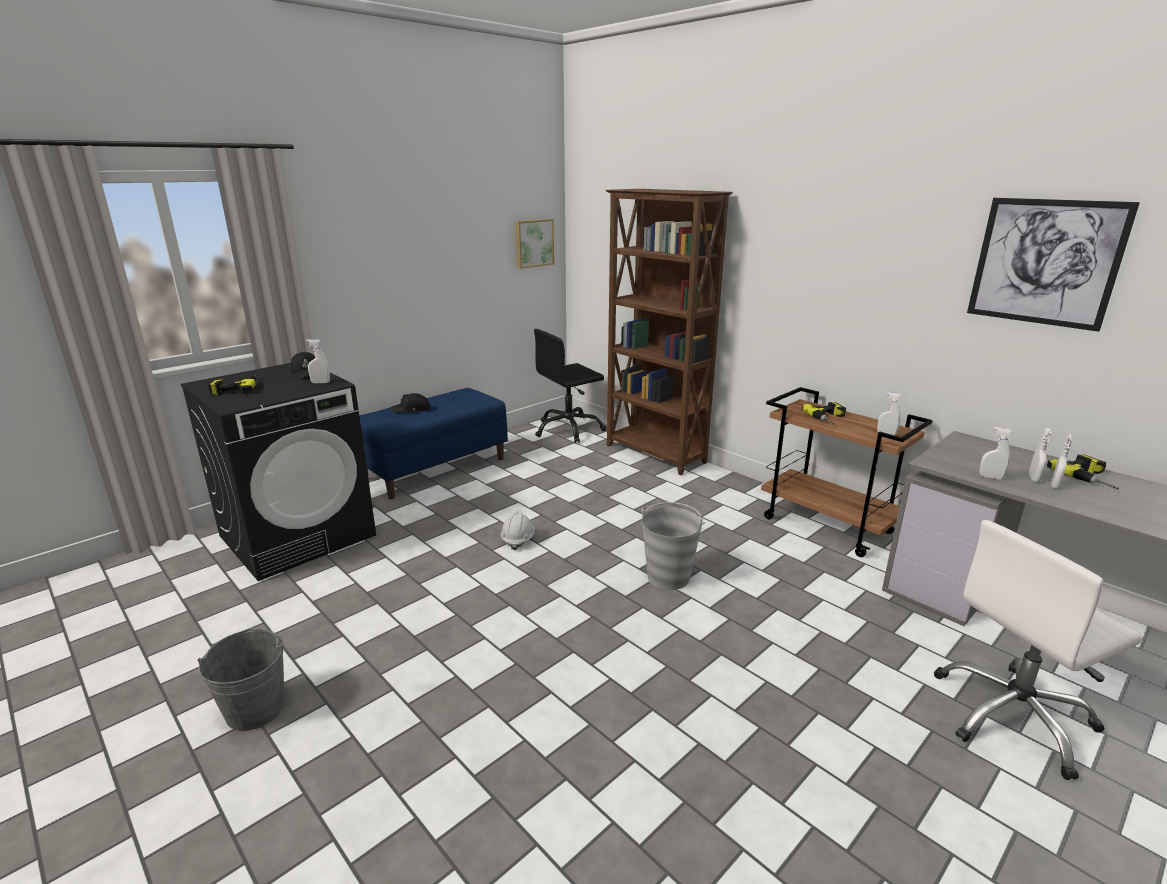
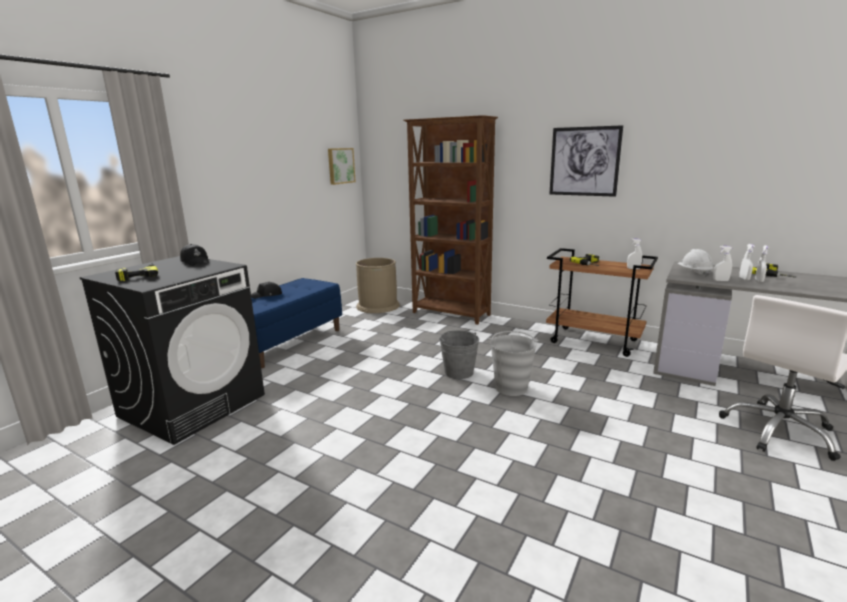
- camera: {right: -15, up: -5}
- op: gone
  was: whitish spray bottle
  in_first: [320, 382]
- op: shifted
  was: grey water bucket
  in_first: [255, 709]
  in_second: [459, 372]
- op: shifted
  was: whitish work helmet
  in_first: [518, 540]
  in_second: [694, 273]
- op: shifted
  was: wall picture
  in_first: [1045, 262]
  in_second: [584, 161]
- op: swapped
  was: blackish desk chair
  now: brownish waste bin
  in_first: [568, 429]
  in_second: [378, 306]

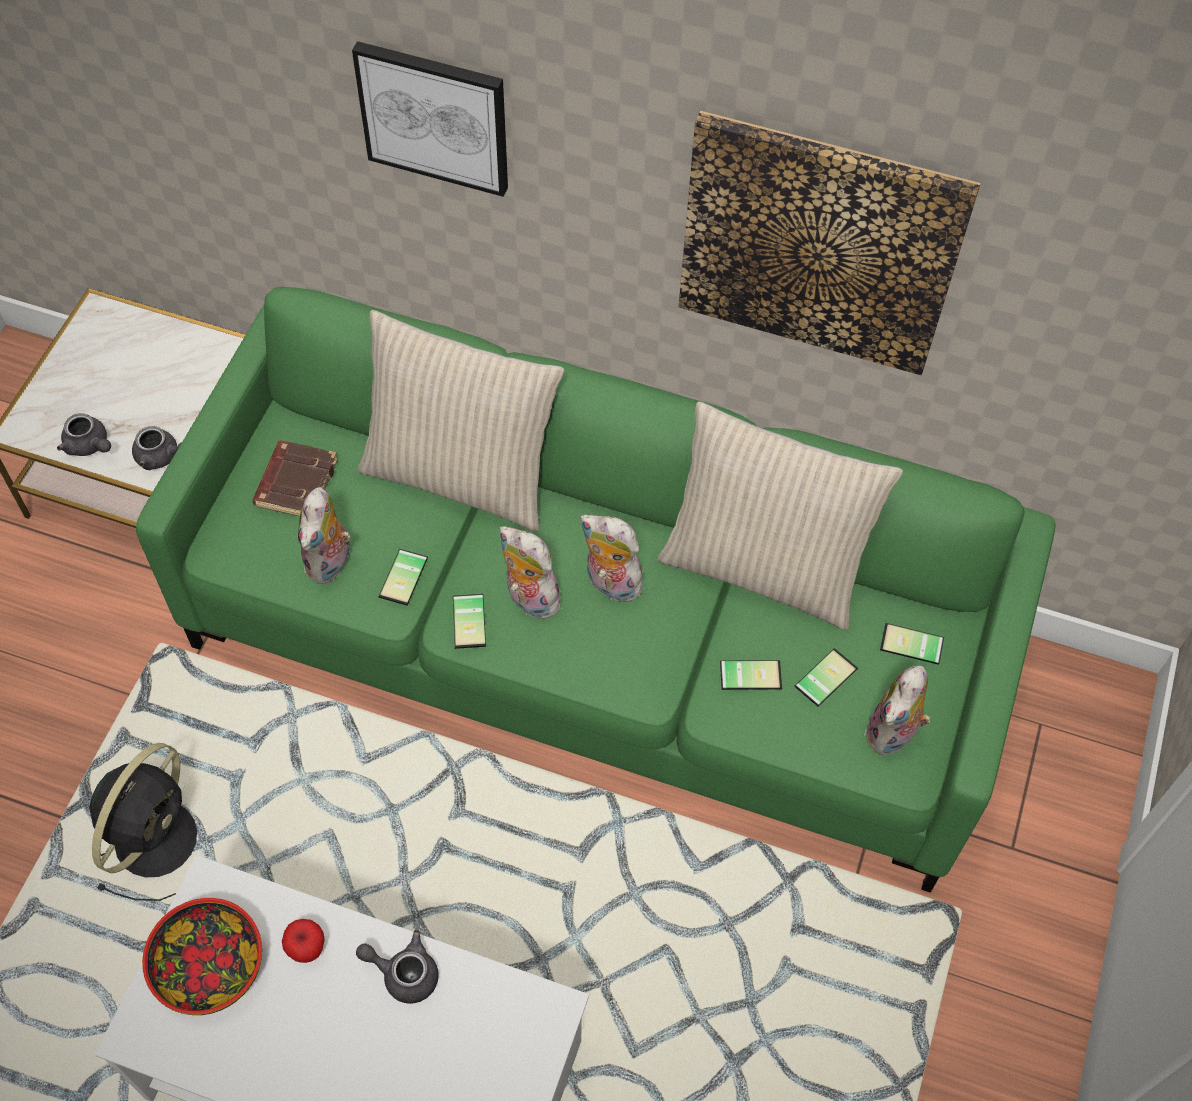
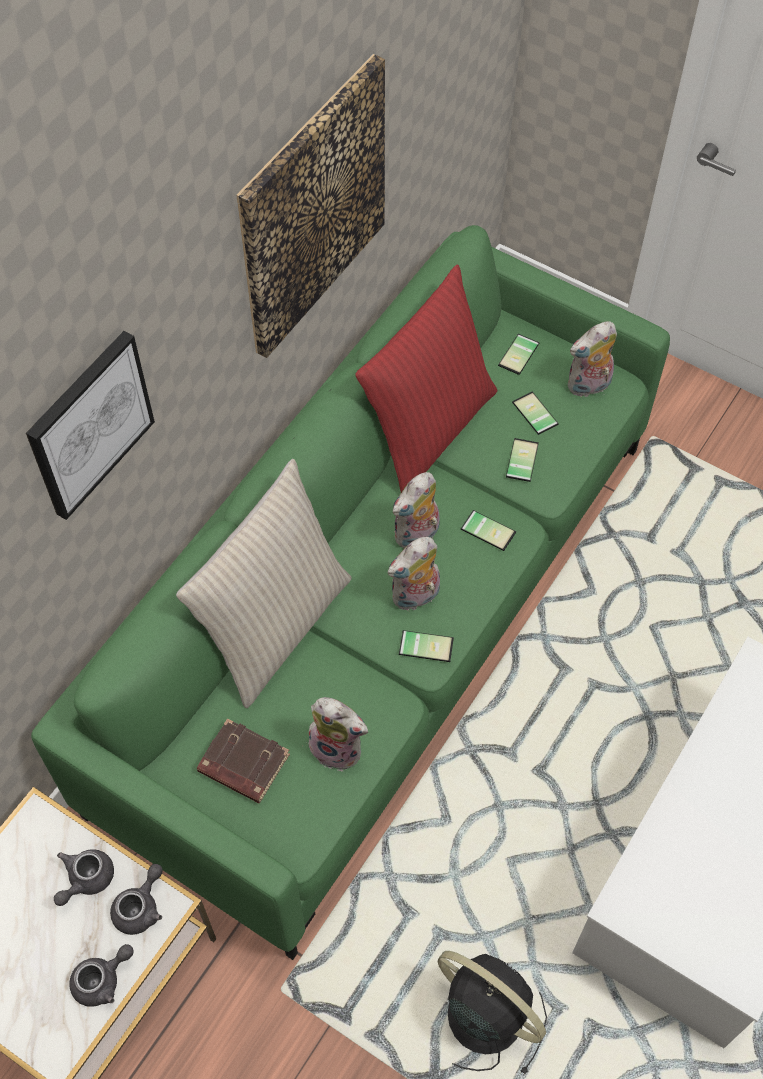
- camera: {right: -75, up: 0}
- op: gone
  was: serving bowl
  in_first: [210, 966]
- op: gone
  was: apple fruit
  in_first: [307, 949]
- op: shifted
  was: grey teapot
  in_first: [403, 973]
  in_second: [86, 879]
- op: shifted
  was: handset
  in_first: [406, 578]
  in_second: [489, 528]
- op: repainted
  was: sand-coloured pillow
  now: red pillow
  in_first: [763, 567]
  in_second: [428, 429]
- op: rotated
  was: cuddly toy
  in_first: [893, 735]
  in_second: [588, 386]
  clockwise: 105

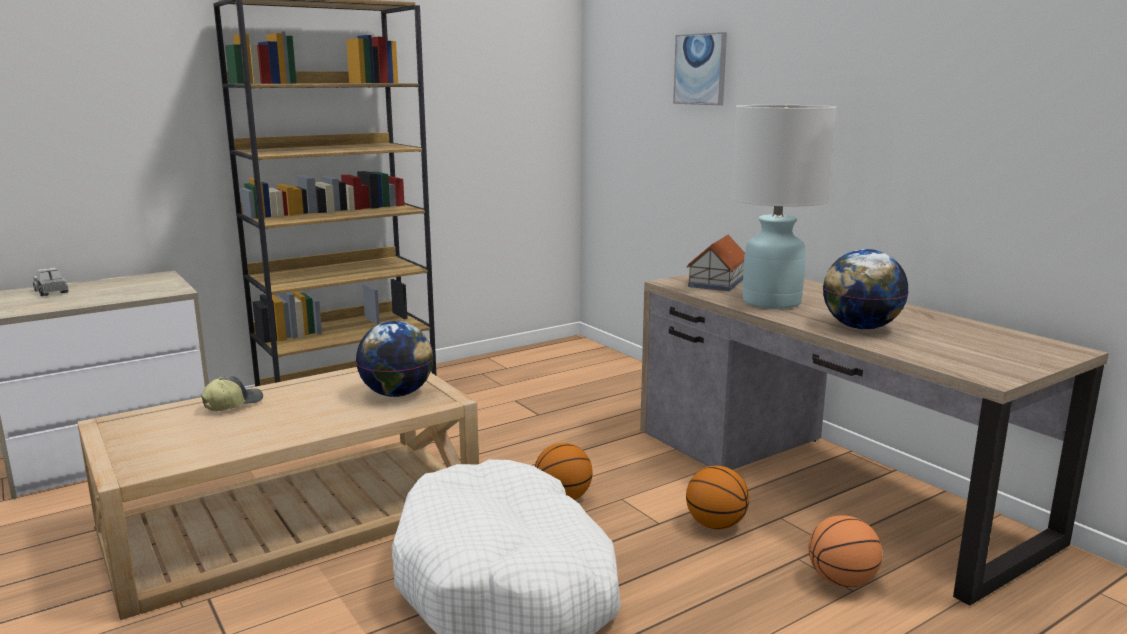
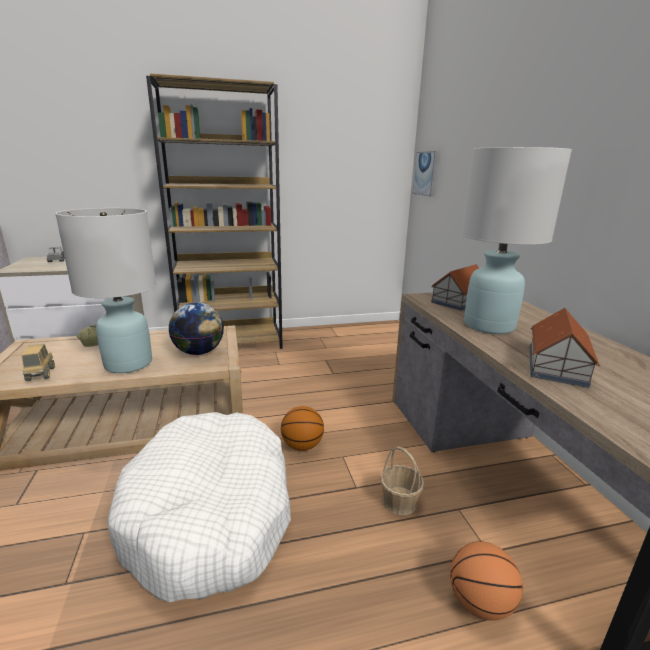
- camera: {right: 20, up: 5}
- op: new
  now: toy truck
  in_second: [40, 374]
- op: new
  now: whitish tabletop lamp
  in_second: [128, 364]
- op: shifted
  was: wall picture
  in_first: [700, 69]
  in_second: [425, 173]
- op: swapped
  was: ball for basketball
  now: household basket
  in_first: [715, 524]
  in_second: [399, 501]
- op: swapped
  was: desk globe
  now: model house
  in_first: [860, 327]
  in_second: [556, 366]

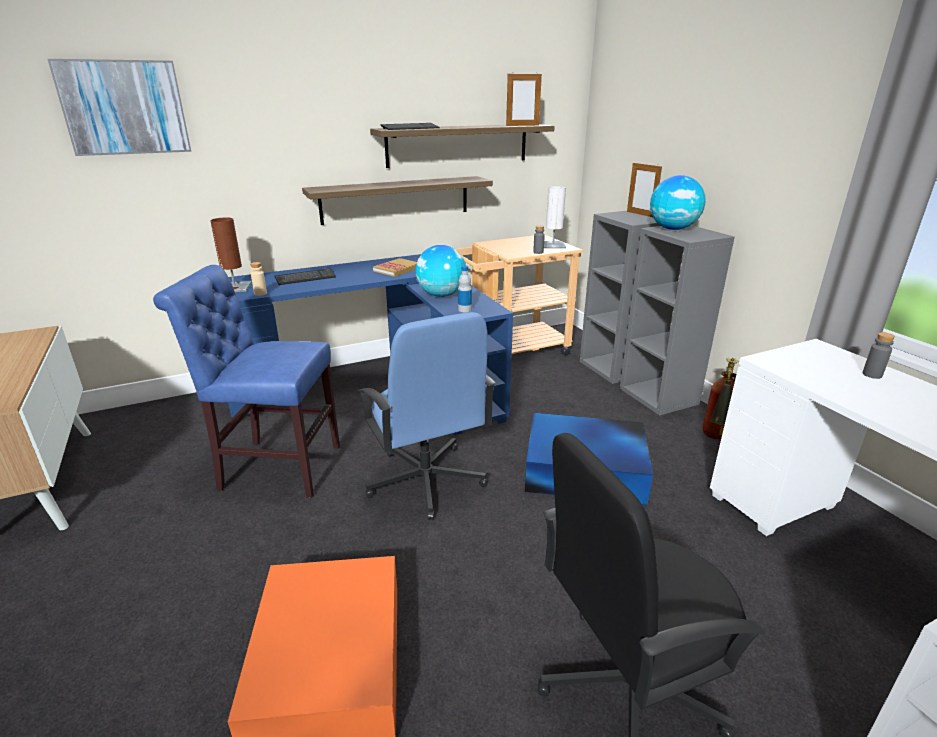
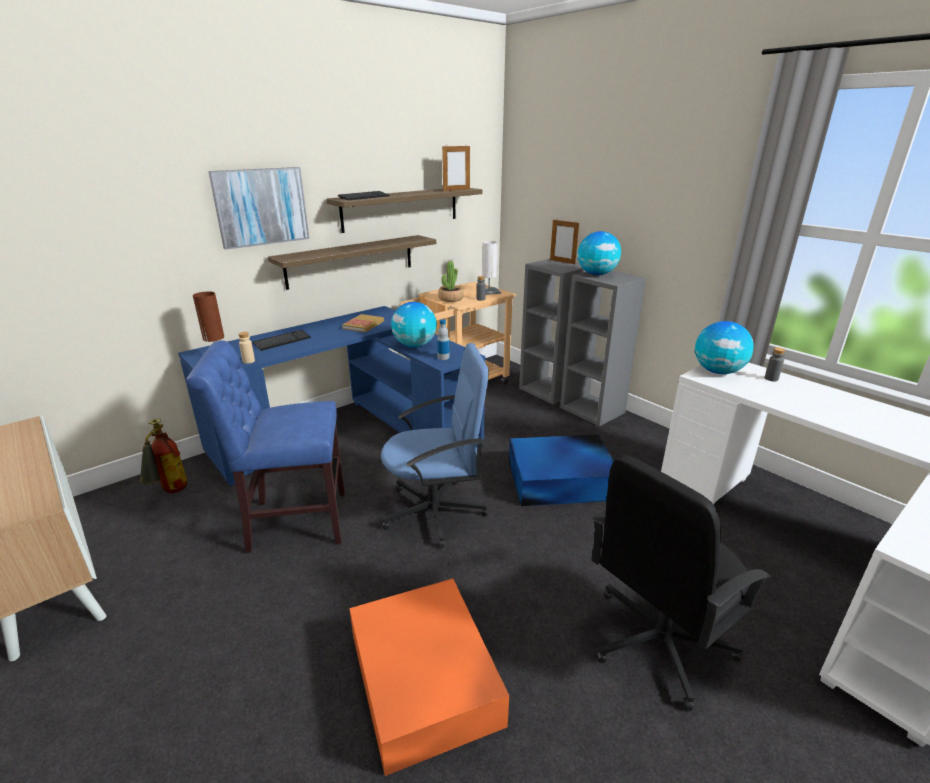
- camera: {right: -15, up: 0}
- op: new
  now: houseplant
  in_second: [450, 299]
- op: new
  now: desk globe
  in_second: [718, 371]
- op: shifted
  was: wall picture
  in_first: [124, 108]
  in_second: [261, 207]
- op: shifted
  was: extinguisher
  in_first: [714, 439]
  in_second: [170, 493]
- op: rotated
  was: blue-coloured desk chair
  in_first: [426, 481]
  in_second: [436, 511]
  clockwise: -60

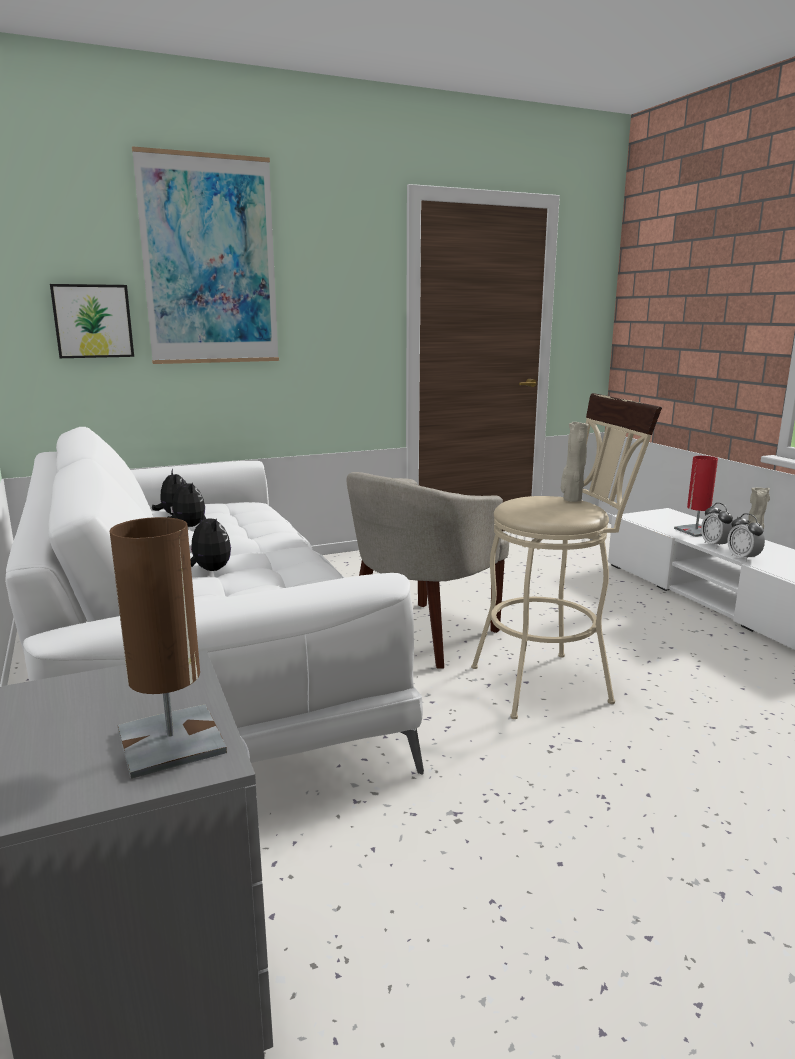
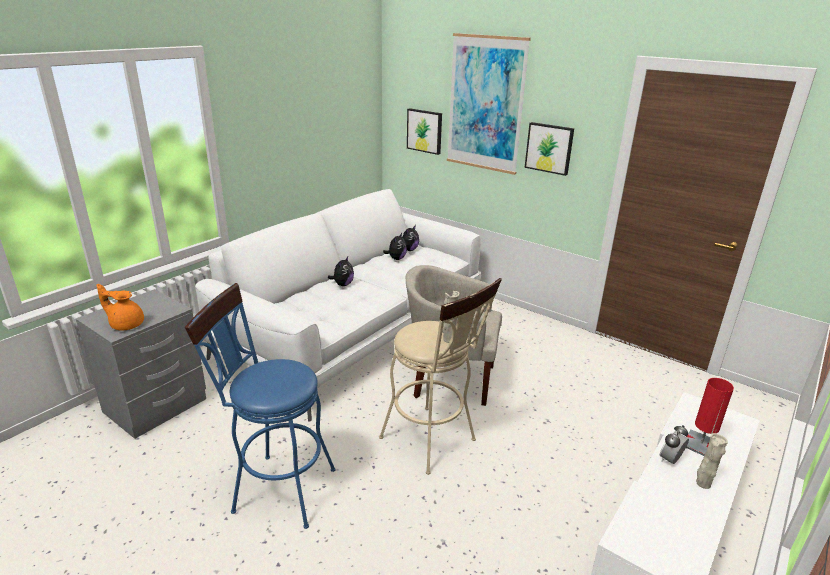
- camera: {right: 60, up: 10}
- op: gone
  was: alarm clock
  in_first: [743, 558]
- op: new
  now: blue-coloured stool
  in_second: [276, 488]
- op: new
  now: wall picture
  in_second: [549, 148]
- op: swapped
  was: brownish tabletop lamp
  now: orangey teapot
  in_first: [171, 741]
  in_second: [126, 324]

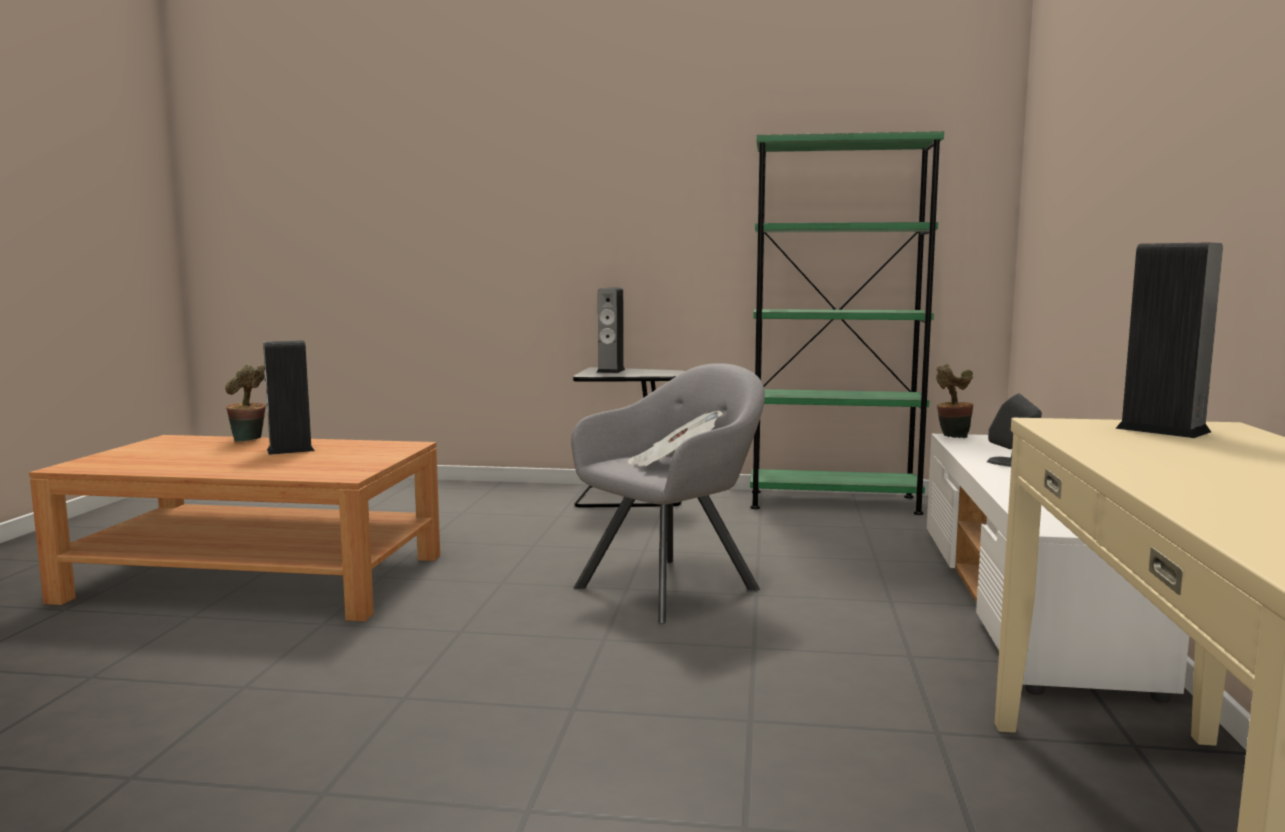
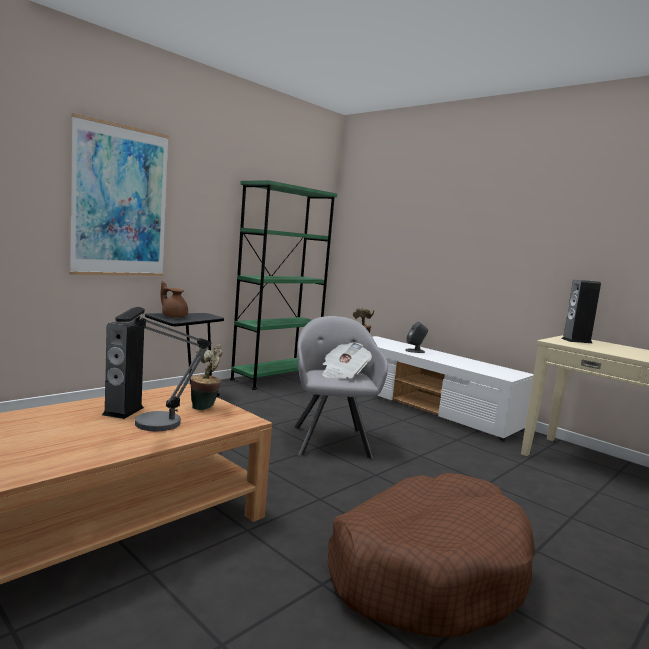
- camera: {right: -55, up: 0}
- op: new
  now: wall picture
  in_second: [120, 201]
- op: new
  now: tabletop lamp
  in_second: [152, 428]
- op: new
  now: brownish dog bed
  in_second: [427, 570]
- op: shifted
  was: houseplant
  in_first: [249, 440]
  in_second: [205, 407]
- op: swapped
  was: speaker
  now: brownish teapot
  in_first: [611, 371]
  in_second: [174, 316]

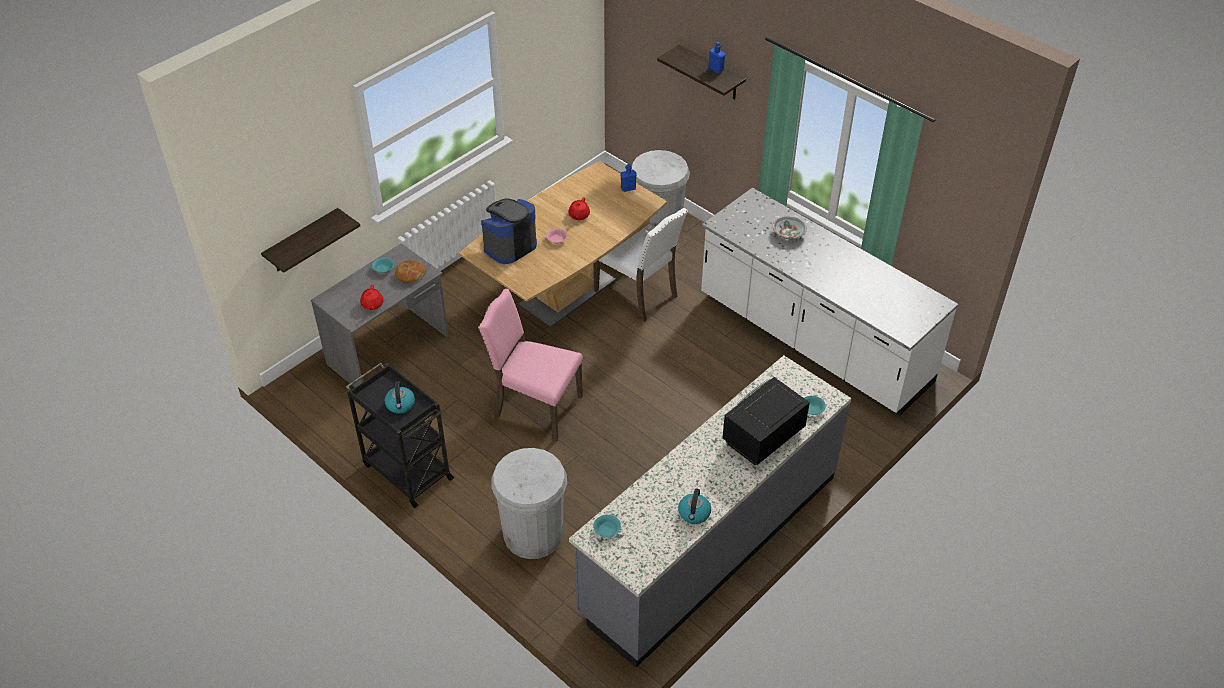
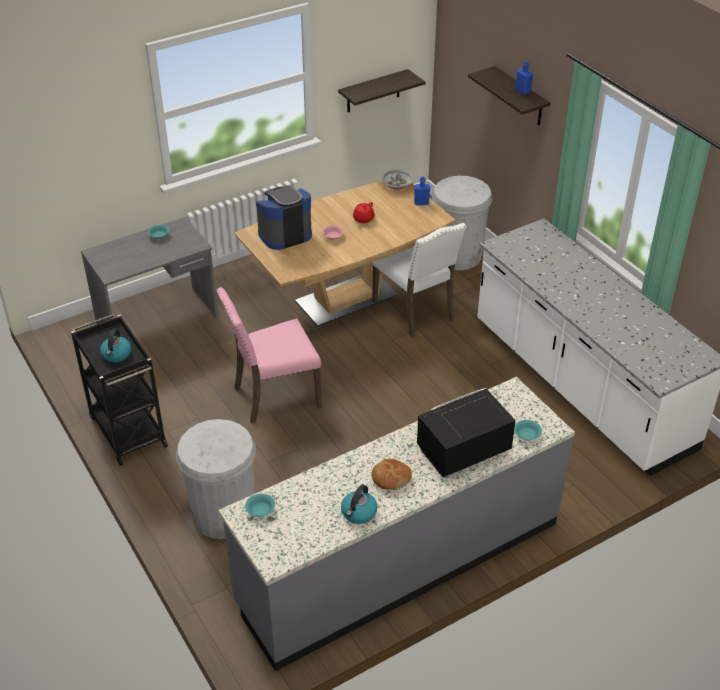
- camera: {right: 15, up: -5}
- op: gone
  was: red teapot
  in_first: [372, 304]
- op: shifted
  was: wall shelf
  in_first: [302, 241]
  in_second: [373, 91]
- op: shifted
  was: bakery bread
  in_first: [410, 275]
  in_second: [390, 478]
- op: shifted
  was: serving bowl
  in_first: [788, 234]
  in_second: [397, 186]
- op: rotated
  was: pink chair
  in_first: [535, 407]
  in_second: [274, 396]
  clockwise: -60

